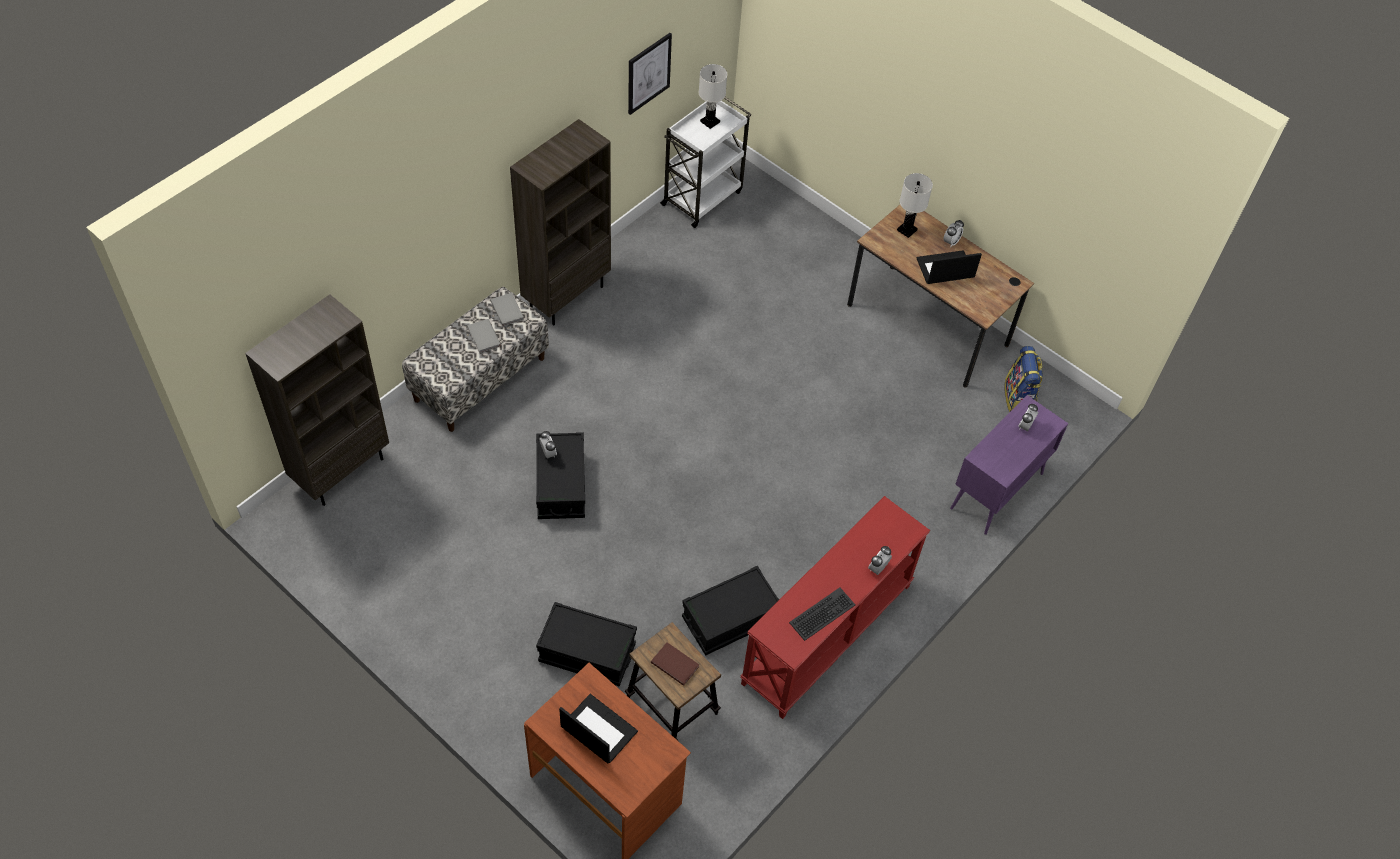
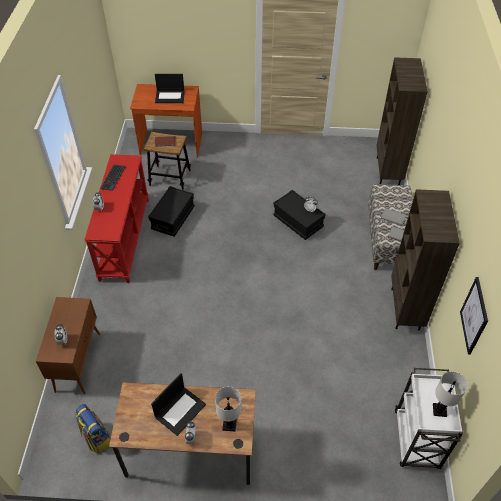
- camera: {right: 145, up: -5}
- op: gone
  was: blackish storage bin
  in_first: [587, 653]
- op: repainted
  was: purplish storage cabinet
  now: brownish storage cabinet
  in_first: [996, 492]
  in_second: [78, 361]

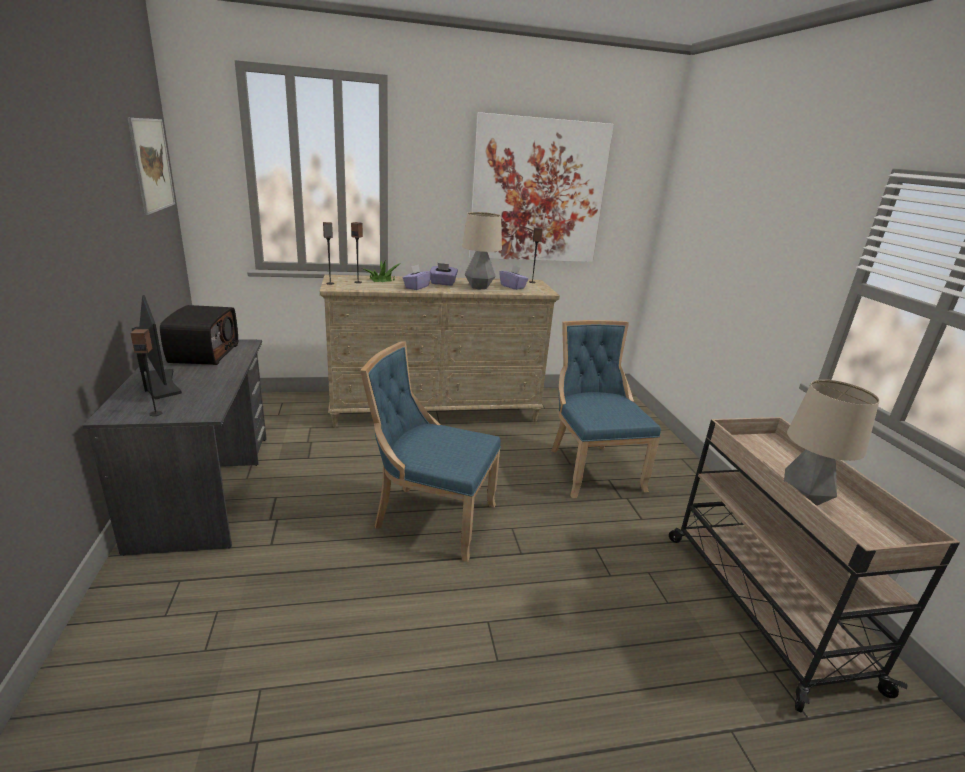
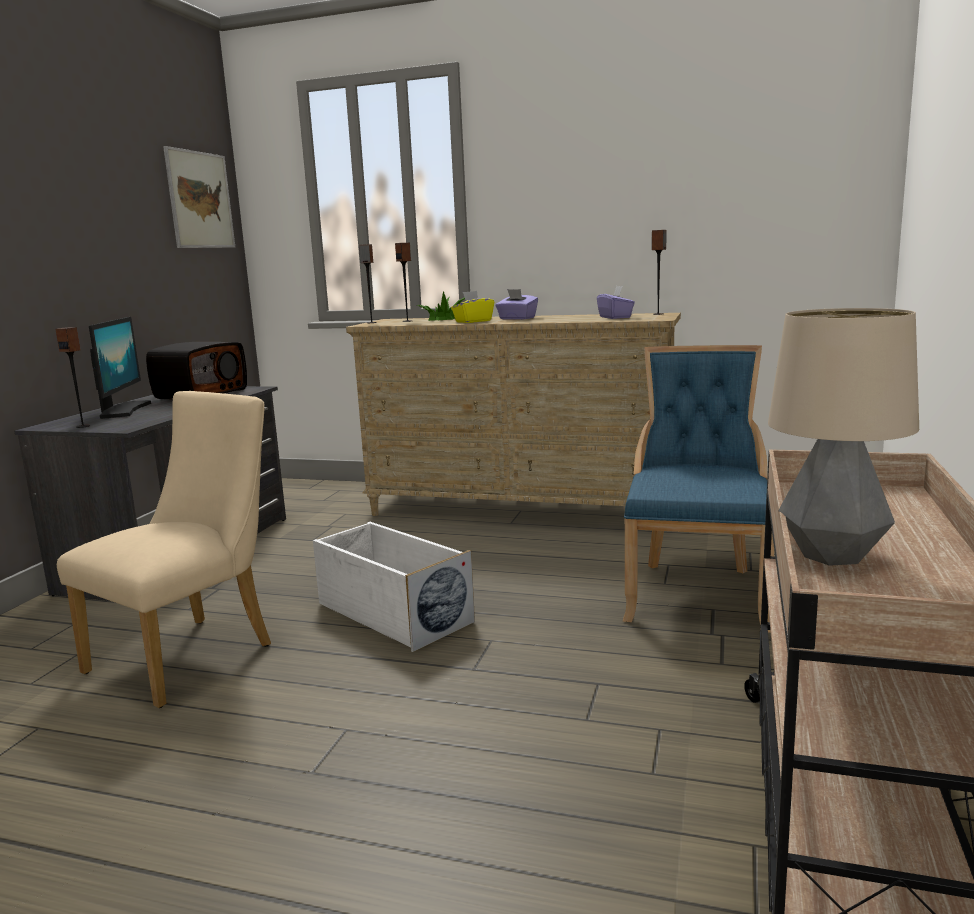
- camera: {right: 30, up: -10}
- op: gone
  was: tabletop lamp
  in_first: [479, 287]
- op: gone
  was: wall picture
  in_first: [538, 192]
- op: new
  now: sand-coloured chair
  in_second: [192, 654]
- op: swapped
  was: blue-coloured chair
  now: whitish storage bin
  in_first: [430, 517]
  in_second: [392, 613]
- op: repainted
  was: purplish tissue holder
  now: yellowish tissue holder
  in_first: [416, 287]
  in_second: [473, 321]

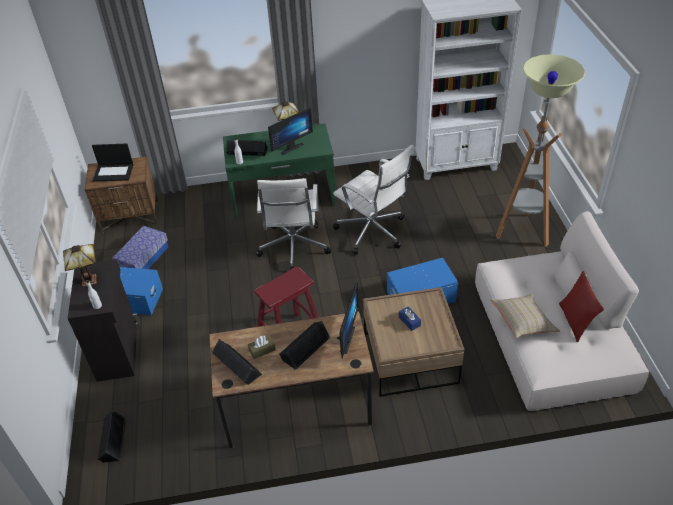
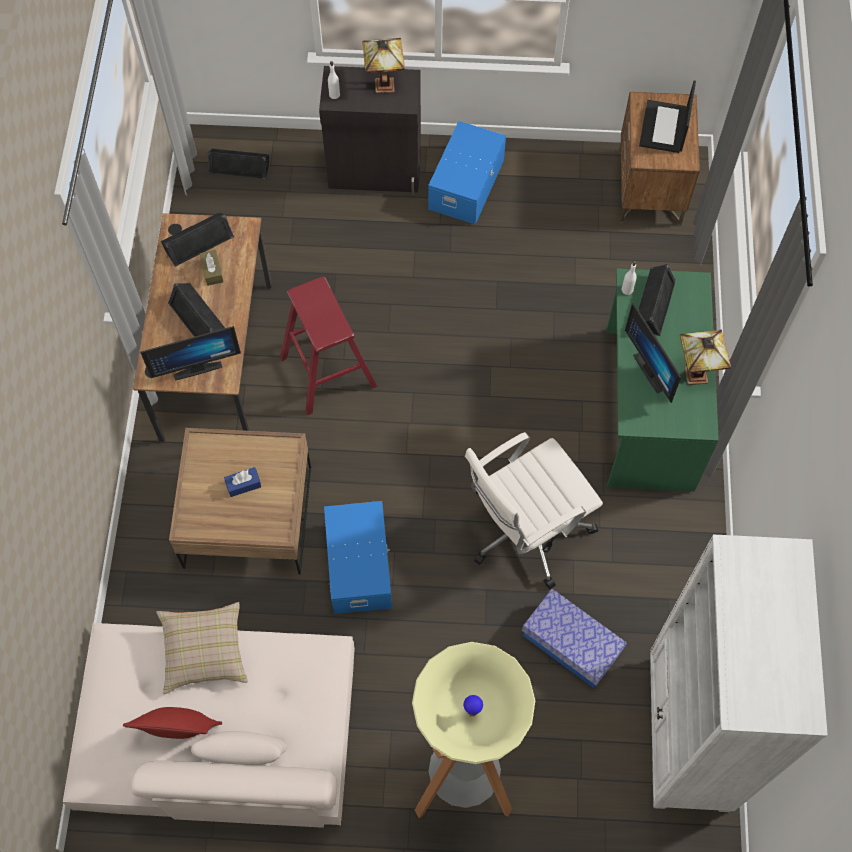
- camera: {right: 100, up: 20}
- op: gone
  was: whitish desk chair
  in_first: [293, 248]
- op: shifted
  was: storage bin
  in_first: [143, 258]
  in_second: [571, 643]
- op: rotated
  was: computer display
  in_first: [344, 339]
  in_second: [196, 366]
  clockwise: -45

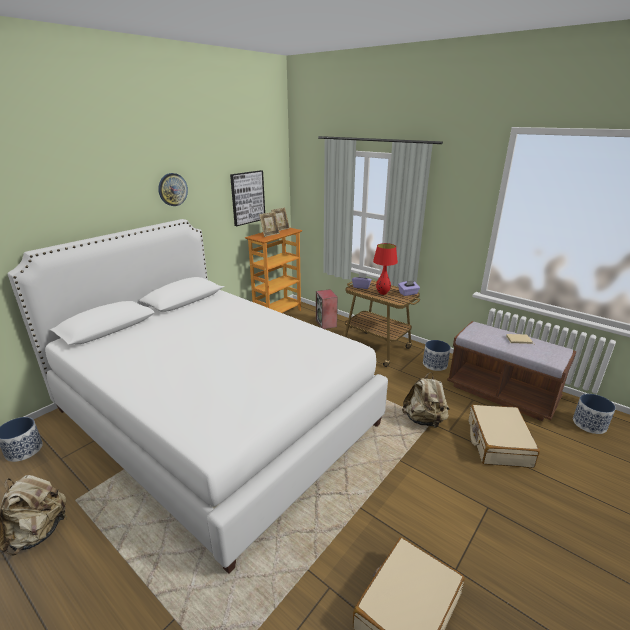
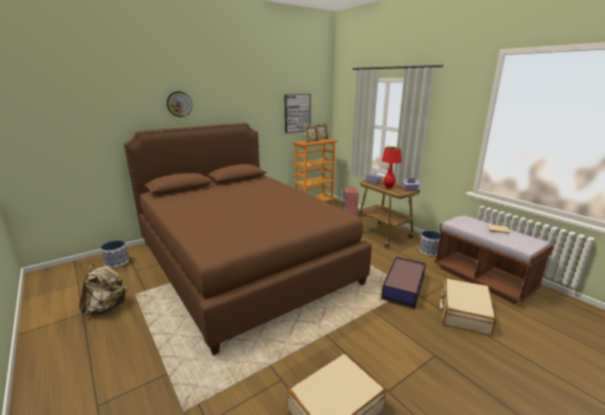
- camera: {right: 15, up: -5}
- op: gone
  was: flower pot
  in_first: [589, 424]
- op: shifted
  was: clock on the wall
  in_first: [172, 189]
  in_second: [179, 104]
- op: swapped
  was: sand-coloured rucksack
  now: storage bin
  in_first: [424, 420]
  in_second: [404, 287]
- op: repainted
  was: whitish bed
  now: brownish bed
  in_first: [215, 417]
  in_second: [243, 262]

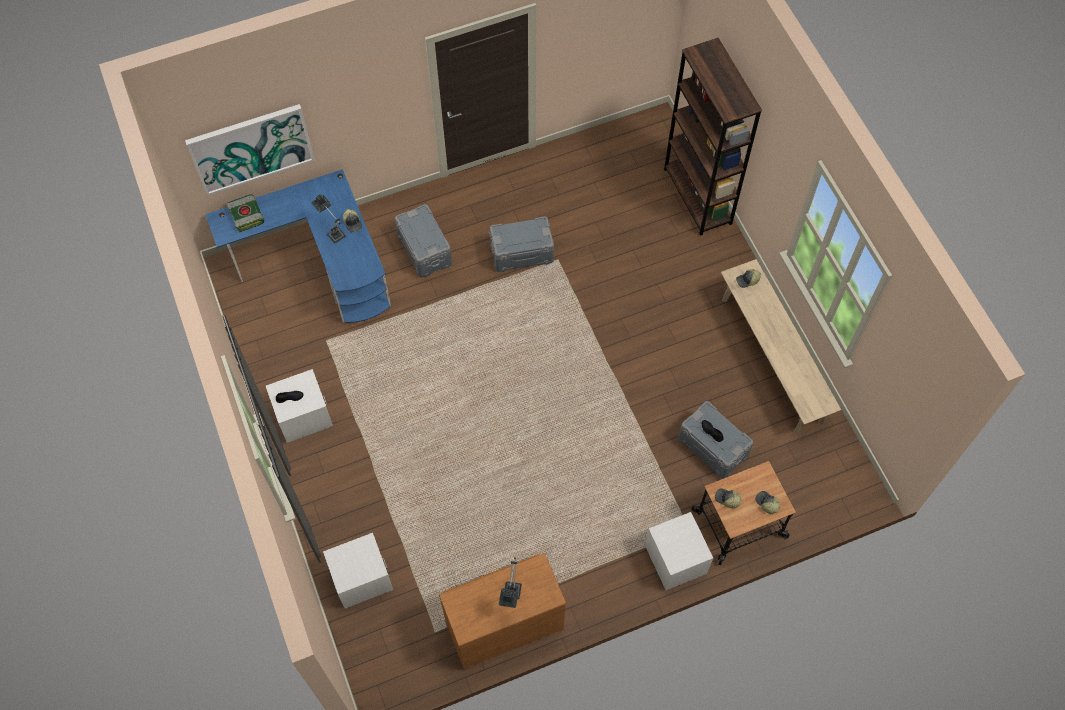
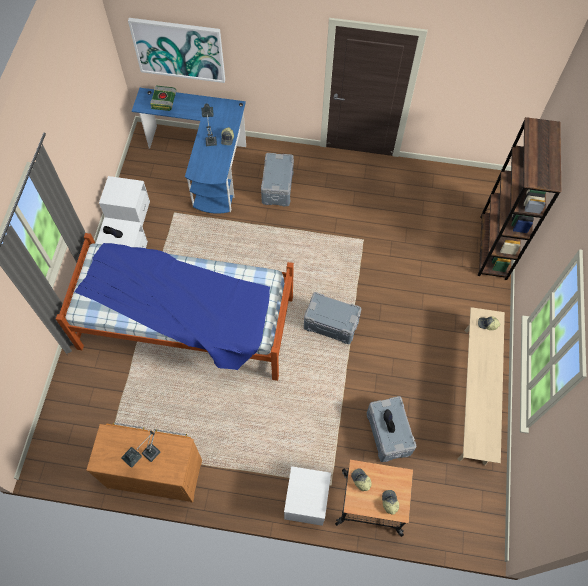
- camera: {right: 30, up: 0}
- op: new
  now: bed
  in_second: [186, 324]
- op: shifted
  was: whitish nightstand
  in_first: [361, 579]
  in_second: [128, 213]
- op: shifted
  was: grey storage bin
  in_first: [522, 253]
  in_second: [331, 324]

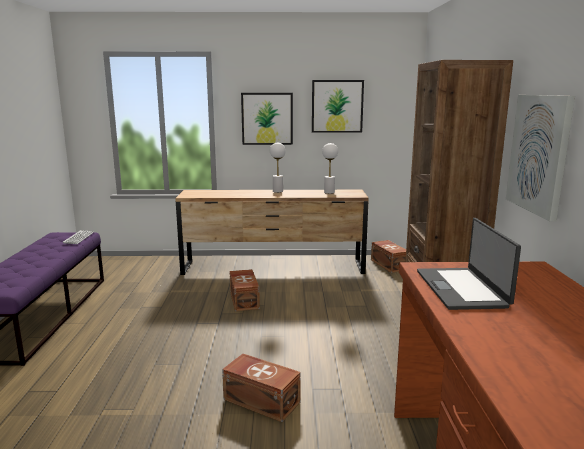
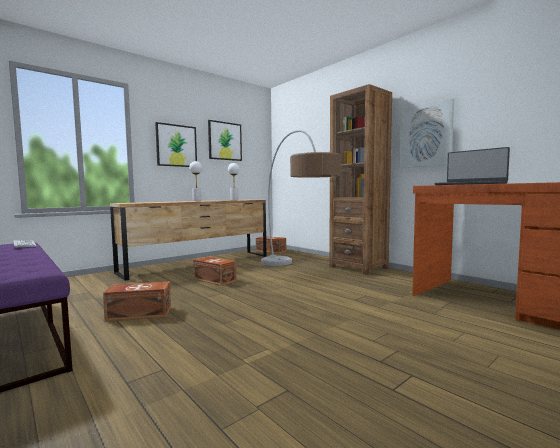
- camera: {right: -40, up: -10}
- op: new
  now: standing lamp
  in_second: [297, 271]
- op: shifted
  was: brownish storage bin
  in_first: [261, 400]
  in_second: [138, 313]

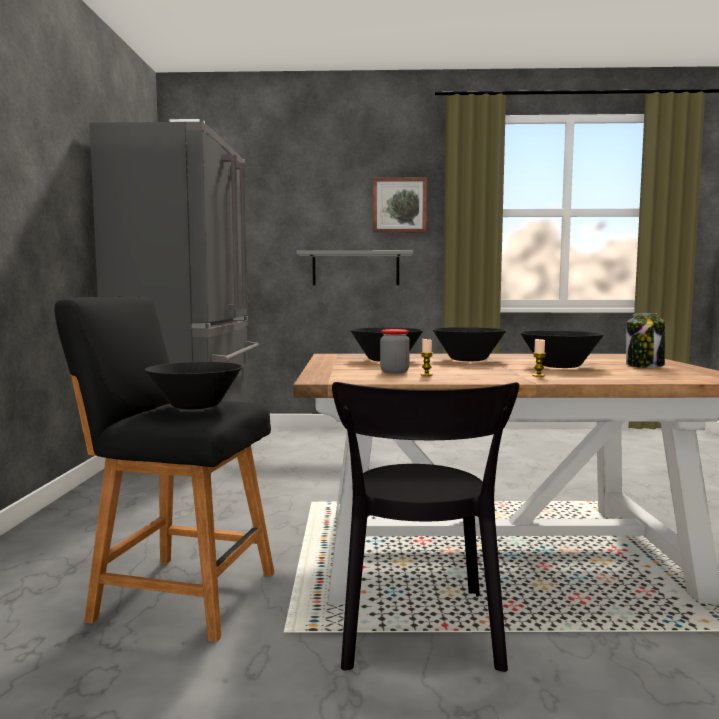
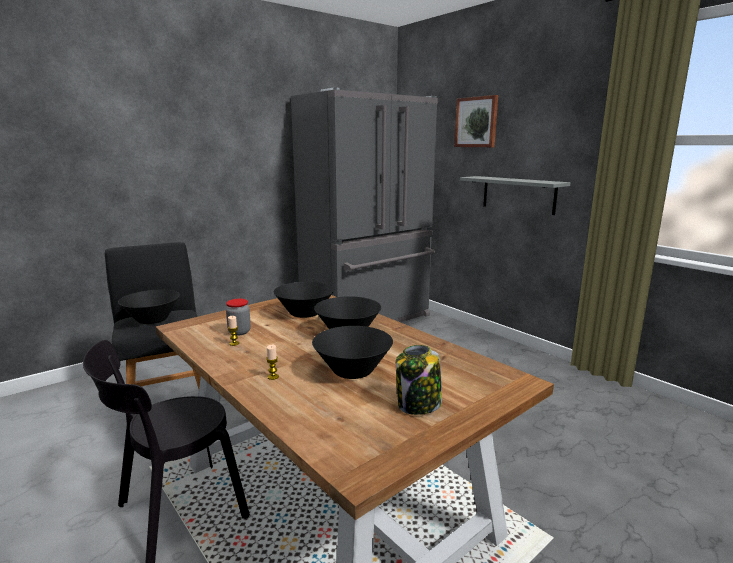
- camera: {right: 50, up: 10}
- op: shifted
  was: wall picture
  in_first: [399, 205]
  in_second: [476, 122]

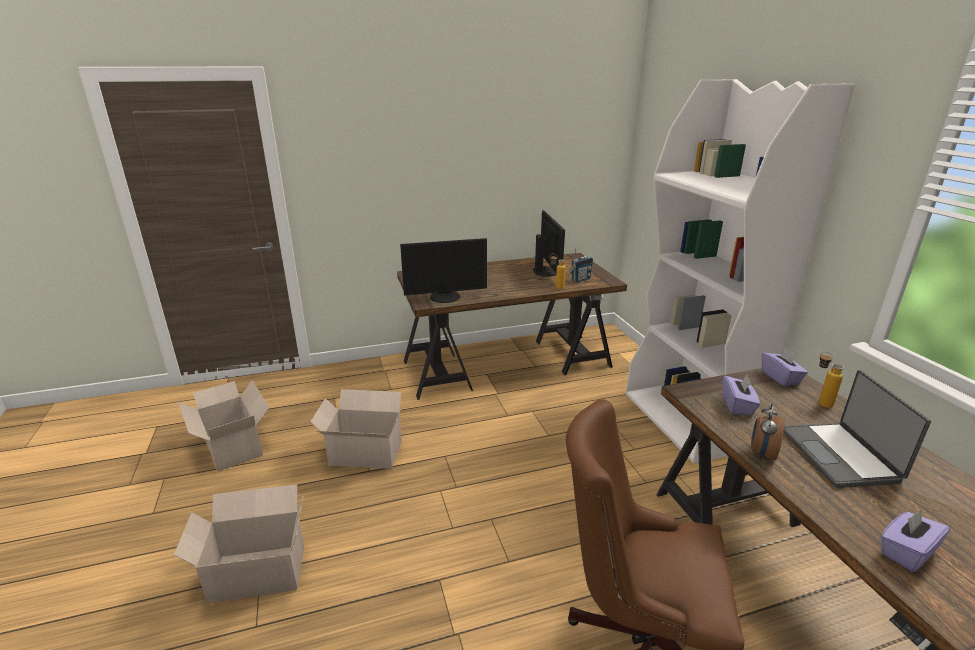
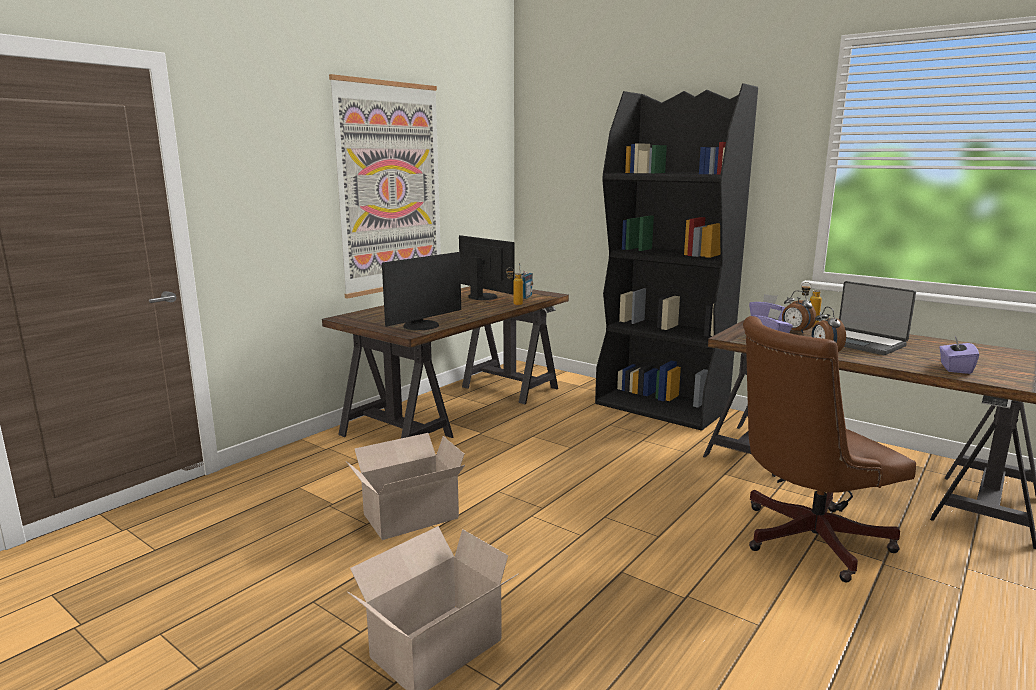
- camera: {right: -35, up: -10}
- op: gone
  was: packing box
  in_first: [233, 445]
- op: new
  now: wall picture
  in_second: [390, 188]
- op: new
  now: alarm clock
  in_second: [795, 331]
- op: repainted
  was: whitish shelving unit
  now: blackish shelving unit
  in_first: [688, 420]
  in_second: [662, 407]

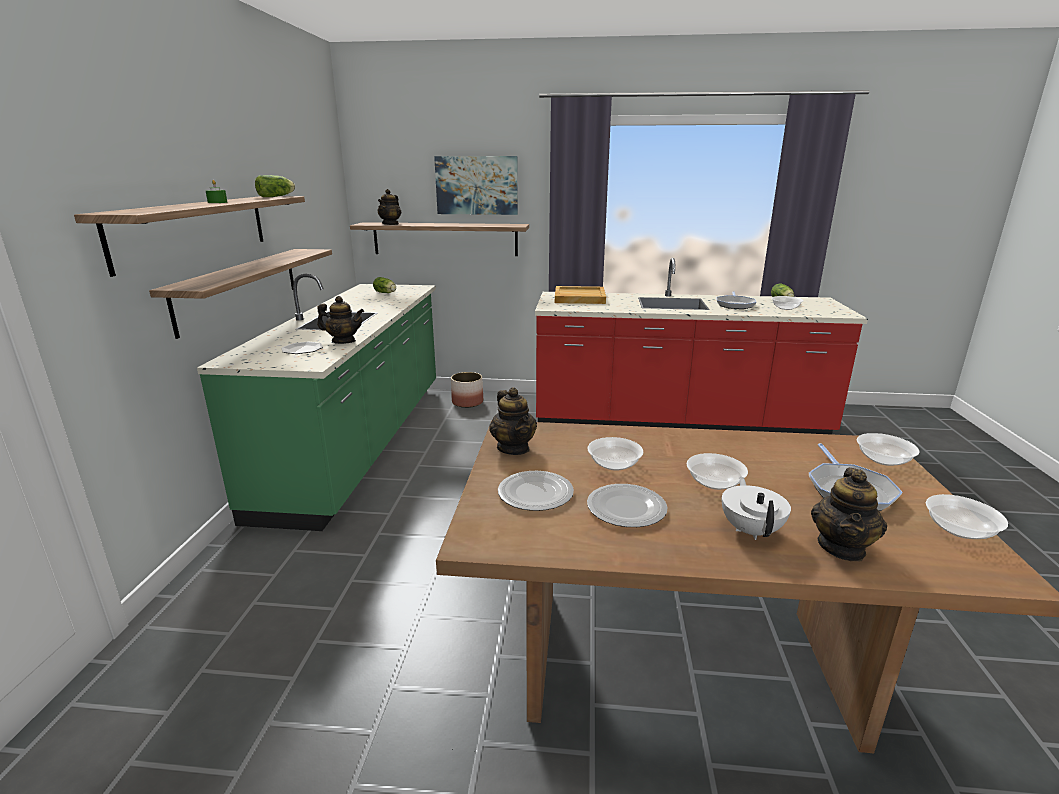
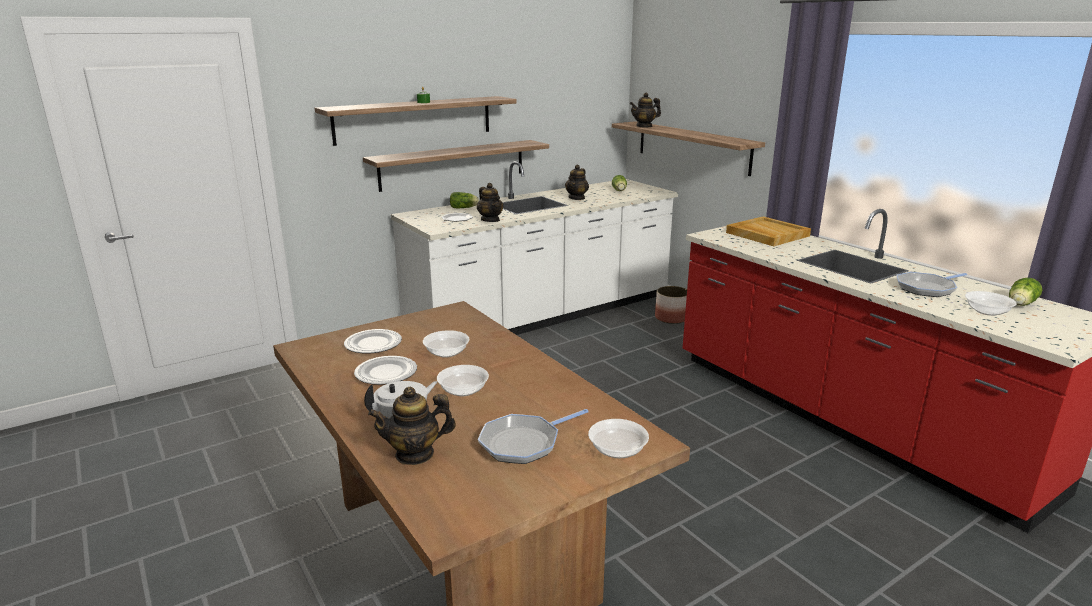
- camera: {right: 50, up: 0}
- op: gone
  was: wall picture
  in_first: [477, 185]
- op: gone
  was: serving bowl
  in_first: [959, 530]
- op: shifted
  was: head of lettuce
  in_first: [277, 196]
  in_second: [464, 208]
- op: shifted
  was: teapot
  in_first: [513, 448]
  in_second: [577, 198]
- op: repainted
  was: greenish kitchen counter
  now: whitish kitchen counter
  in_first: [361, 442]
  in_second: [543, 316]

